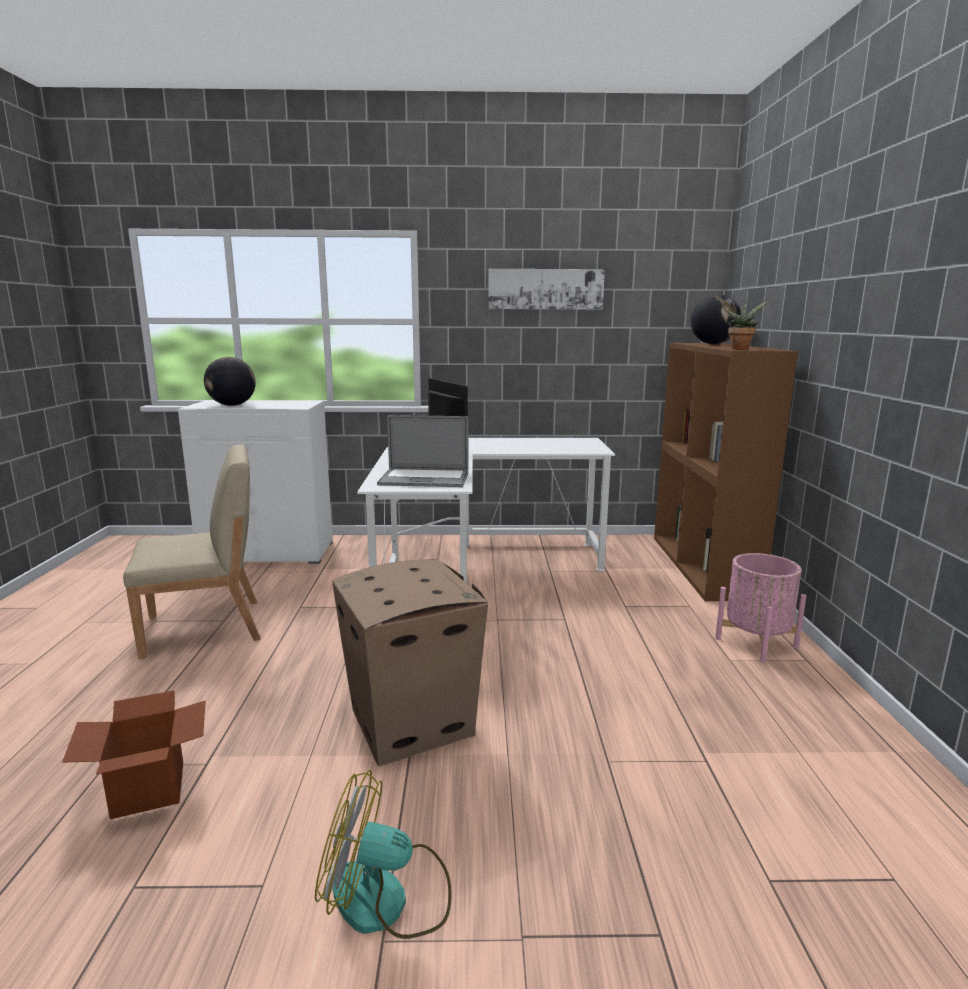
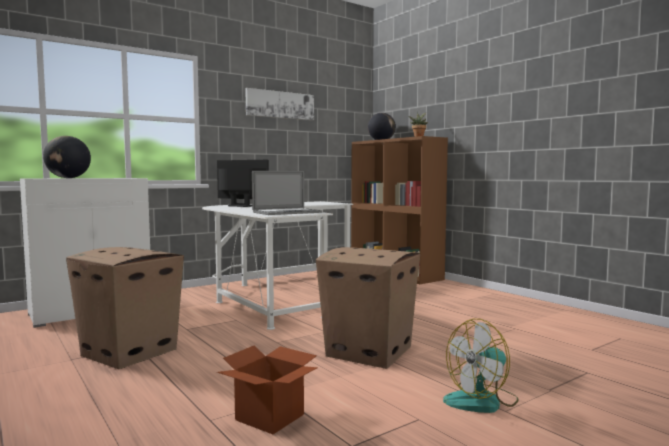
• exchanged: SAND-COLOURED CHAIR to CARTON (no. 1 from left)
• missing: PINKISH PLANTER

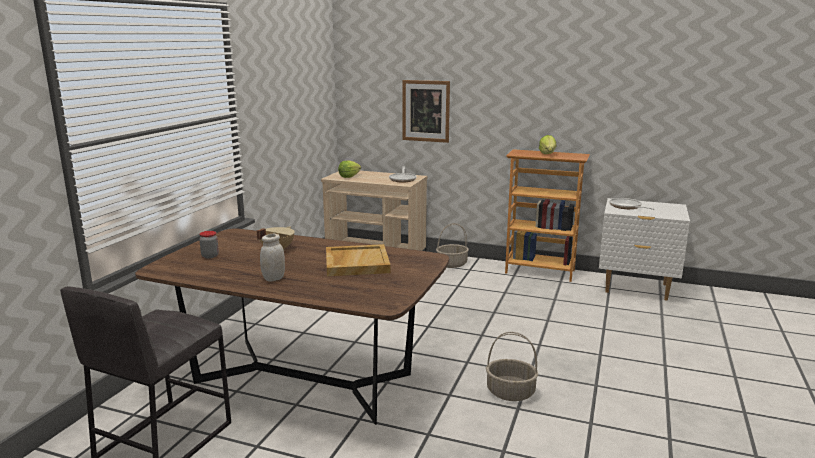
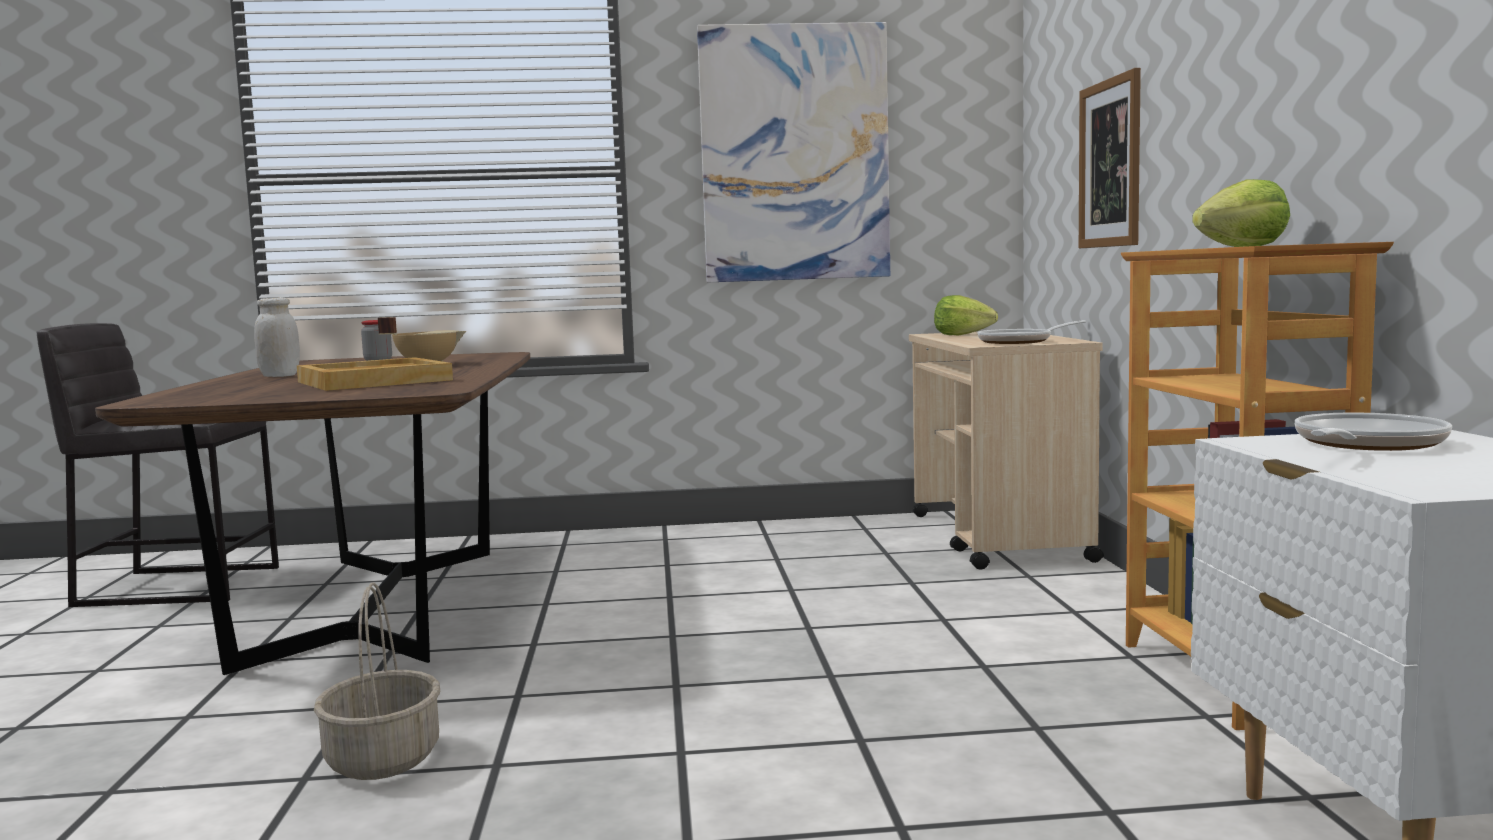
• appeared: WALL ART (no. 1 from left)
• missing: BASKET (no. 1 from left)

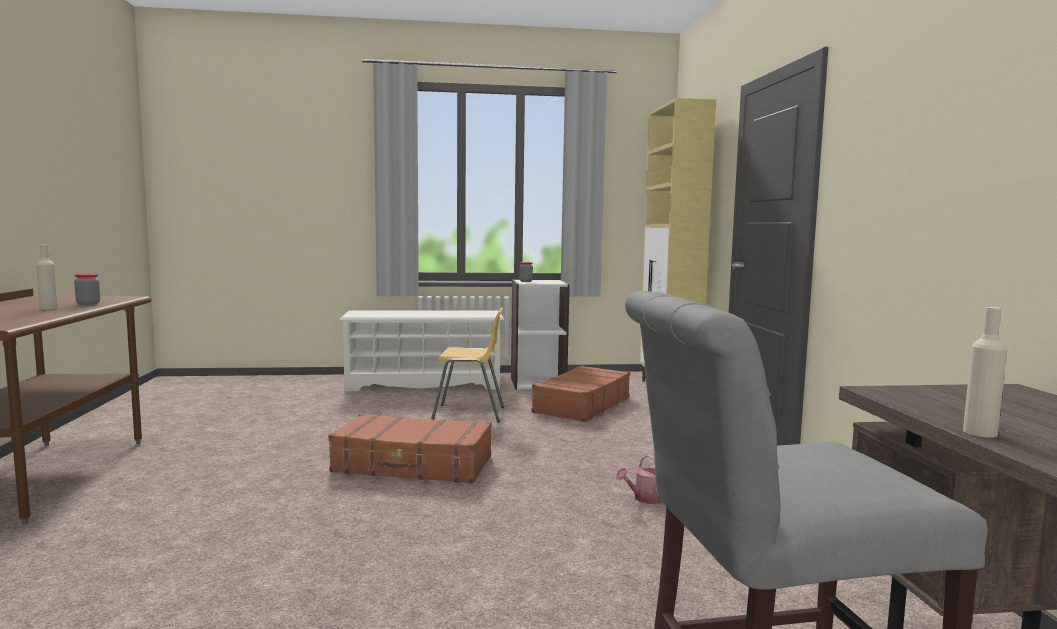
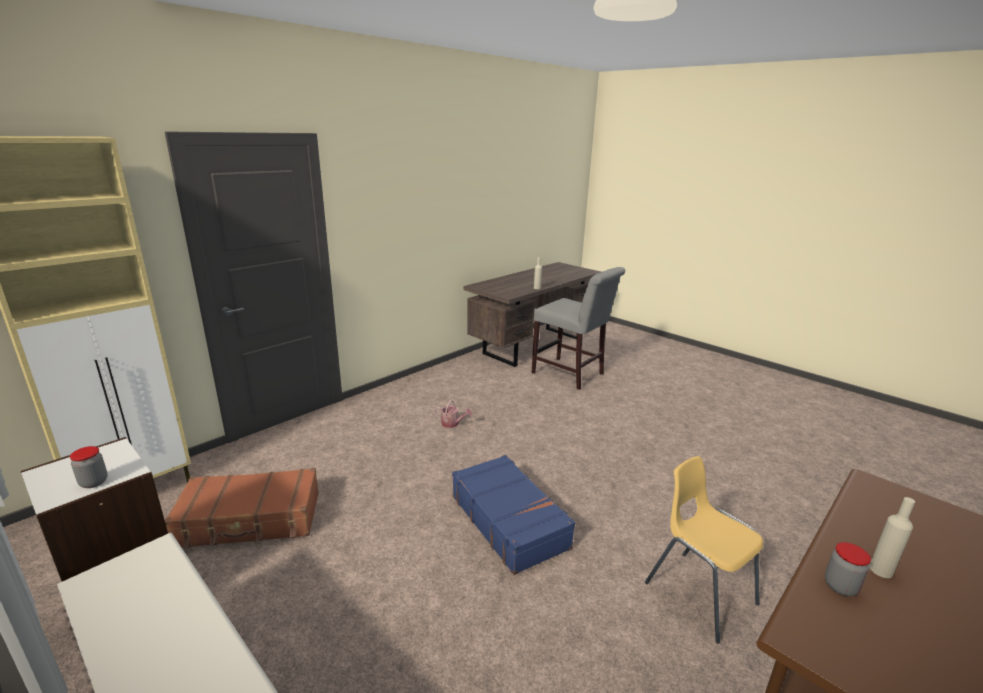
• colour: BROWN SUITCASE (no. 1 from left) to BLUE-COLOURED SUITCASE
• relocated: YELLOW-COLOURED CHAIR

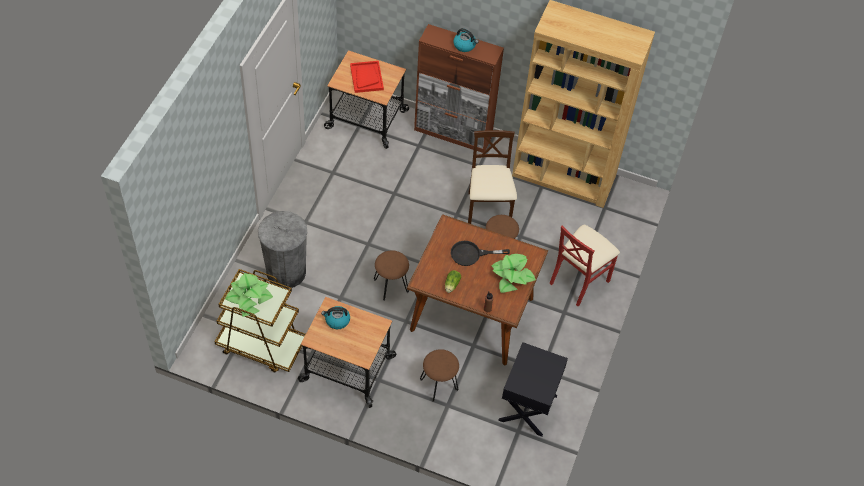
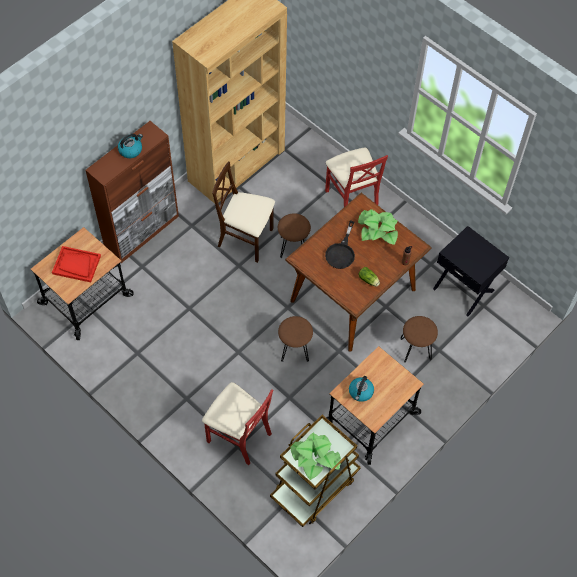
• exchanged: GRAY WASTE BIN to REDDISH CHAIR (no. 1 from left)

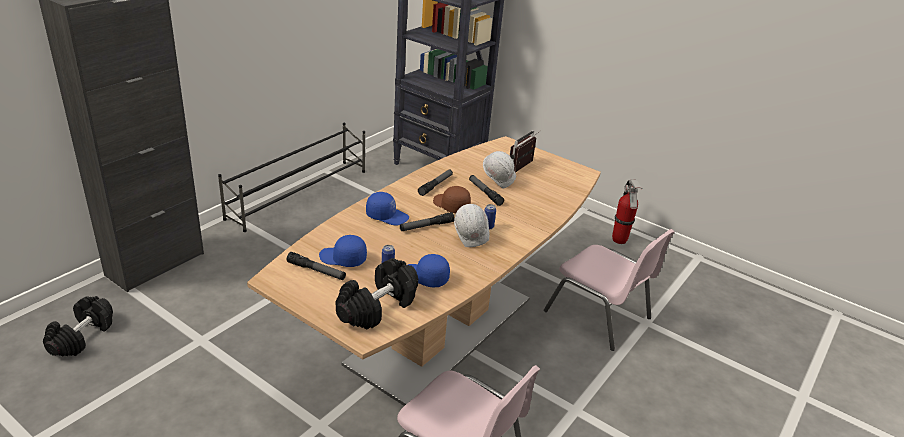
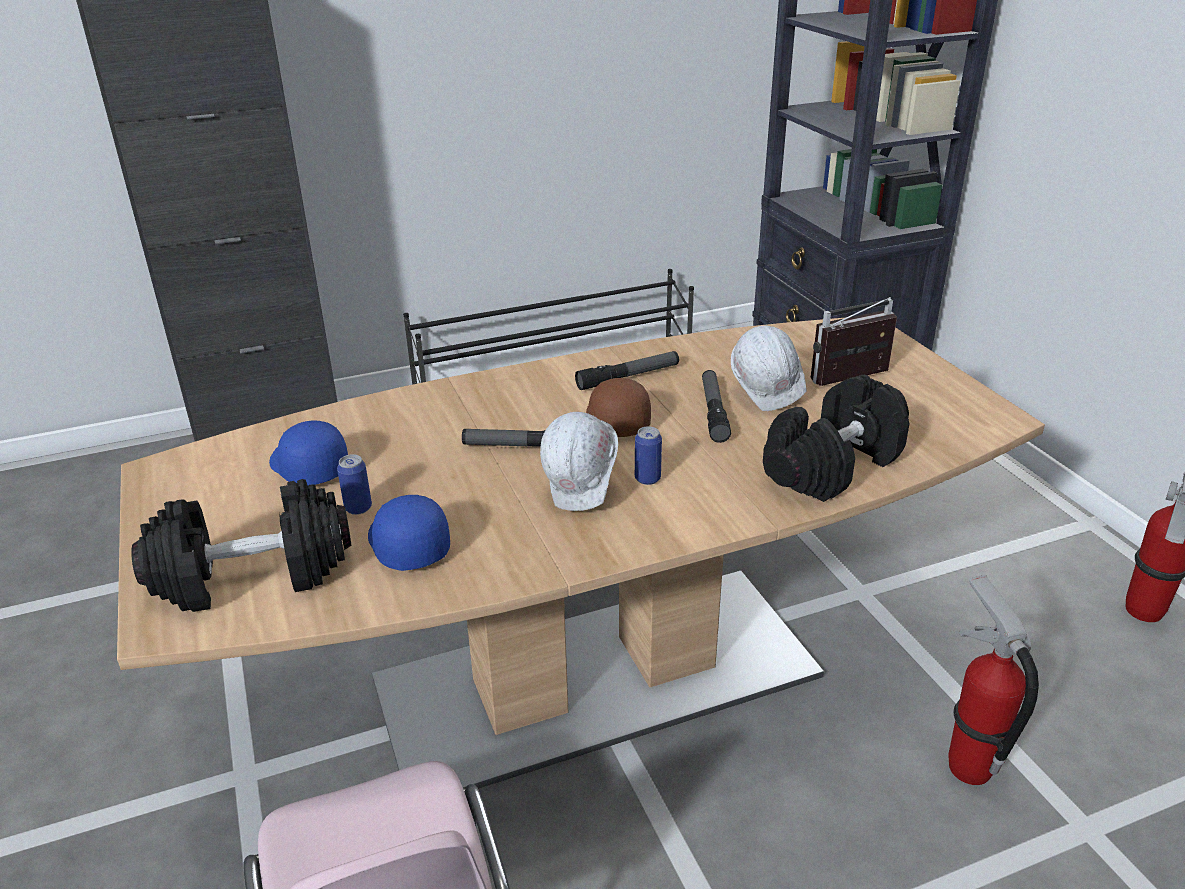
• relocated: BLACKISH FREE WEIGHT (no. 1 from left in the first image) to BLACKISH FREE WEIGHT (no. 2 from left)
• exchanged: PINKISH CHAIR (no. 2 from left) to EXTINGUISHER (no. 1 from left)
• missing: HAND TORCH (no. 1 from left)
• missing: BLUE-COLOURED PEAKED CAP (no. 2 from left)

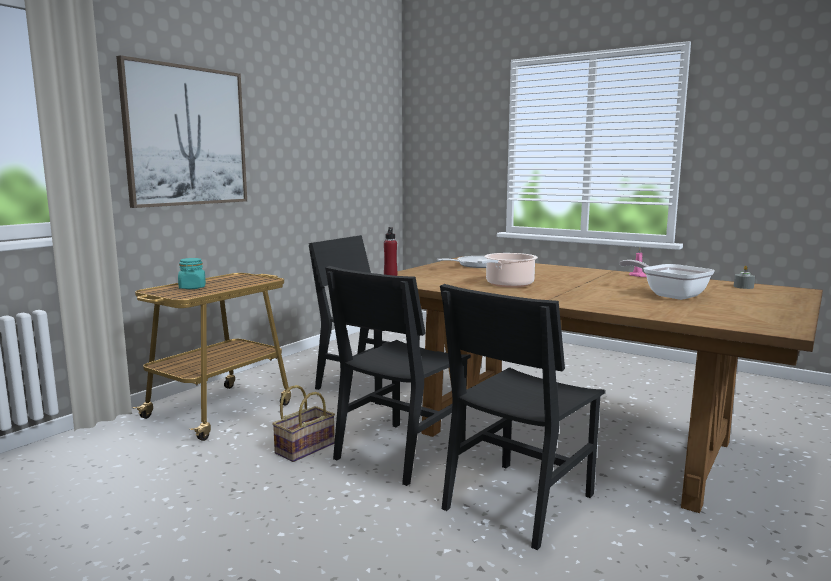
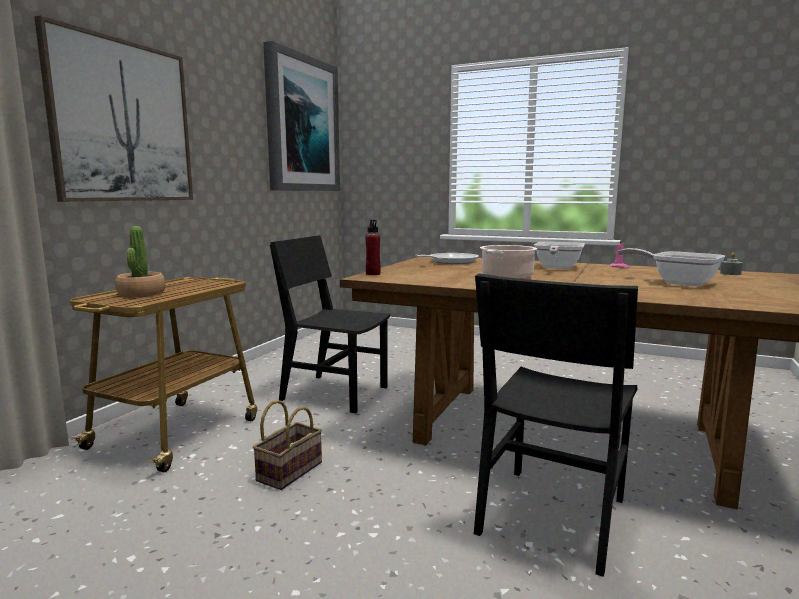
• exchanged: TURQUOISE-COLOURED STORAGE JAR to HOUSEPLANT
• appeared: WALL ART (no. 2 from left)
• appeared: FRYING PAN (no. 2 from left)
• missing: BLACKISH CHAIR (no. 2 from left)

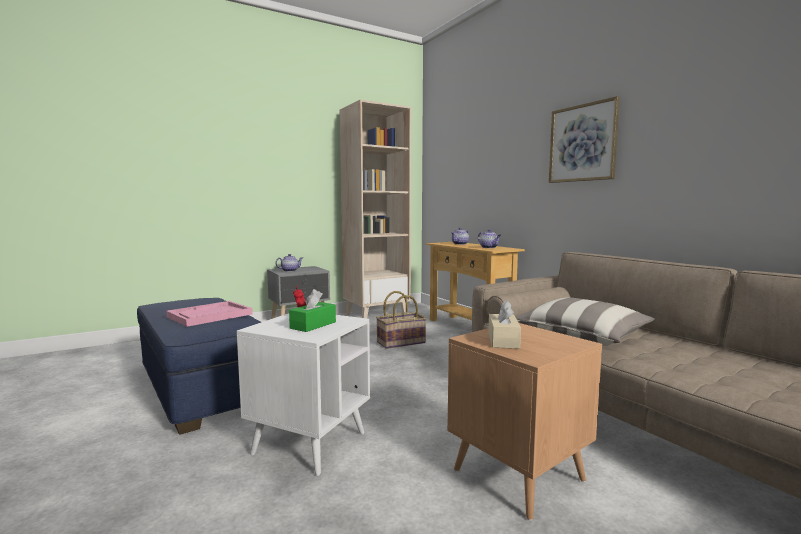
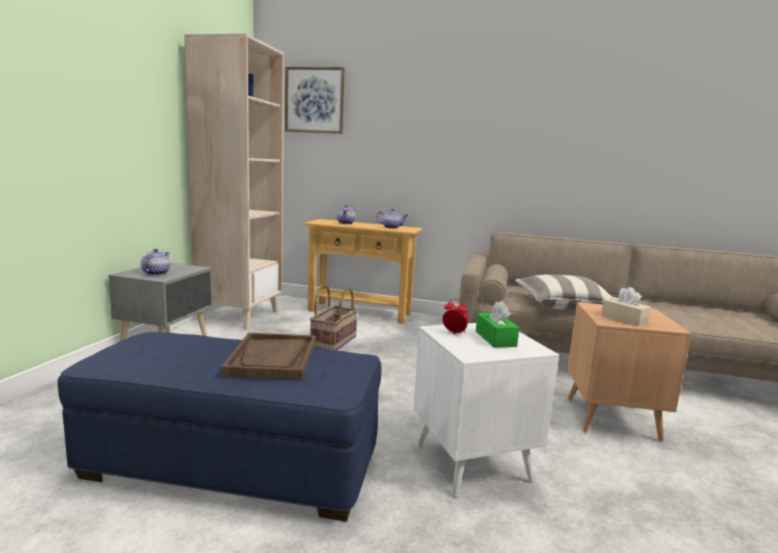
• colour: PINKISH CARRYING TRAY to BROWN CARRYING TRAY
• relocated: WALL ART

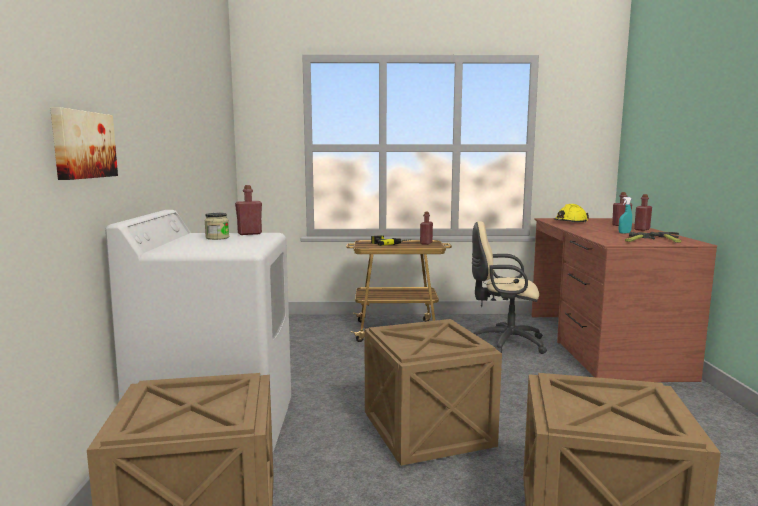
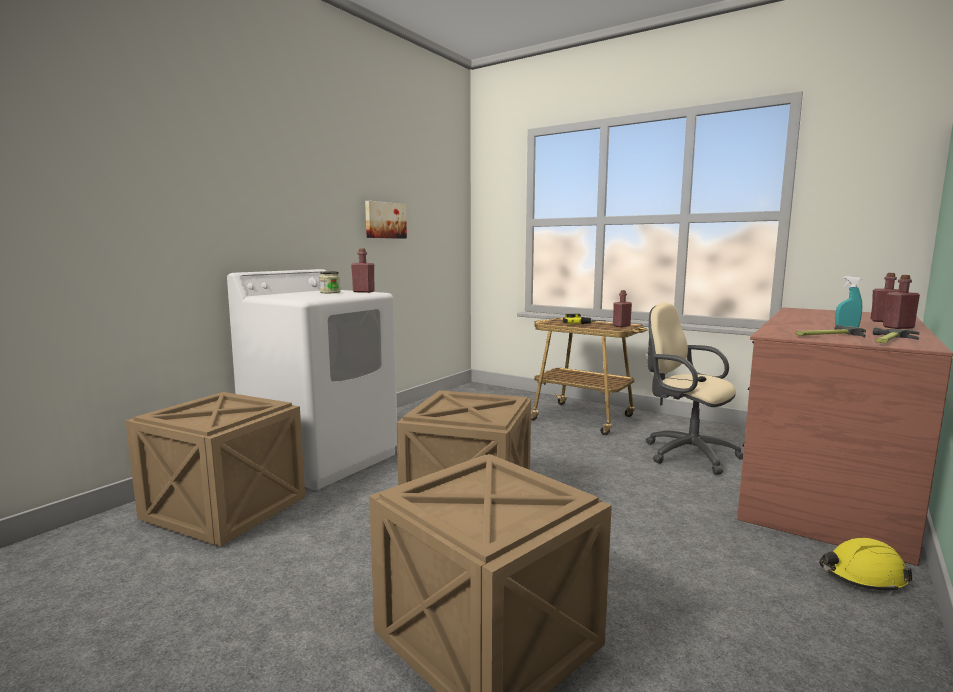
• relocated: WALL ART
• relocated: YELLOW-COLOURED WORK HELMET

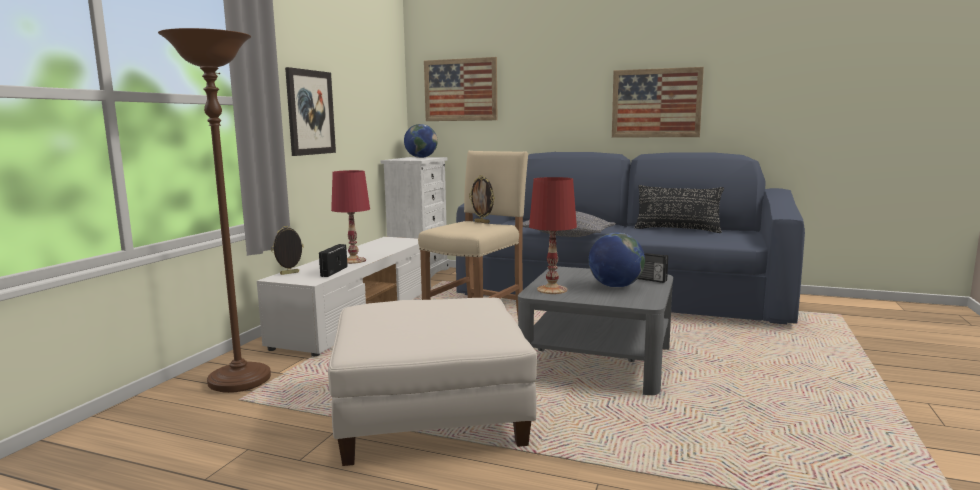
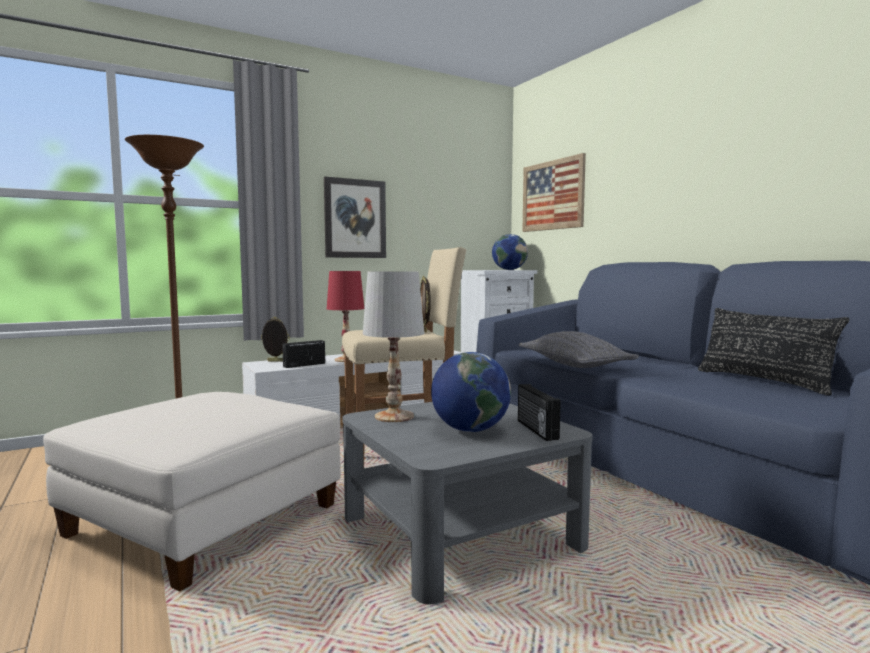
• colour: REDDISH TABLETOP LAMP (no. 2 from left) to WHITE-COLOURED TABLETOP LAMP
• missing: WALL ART (no. 3 from left)

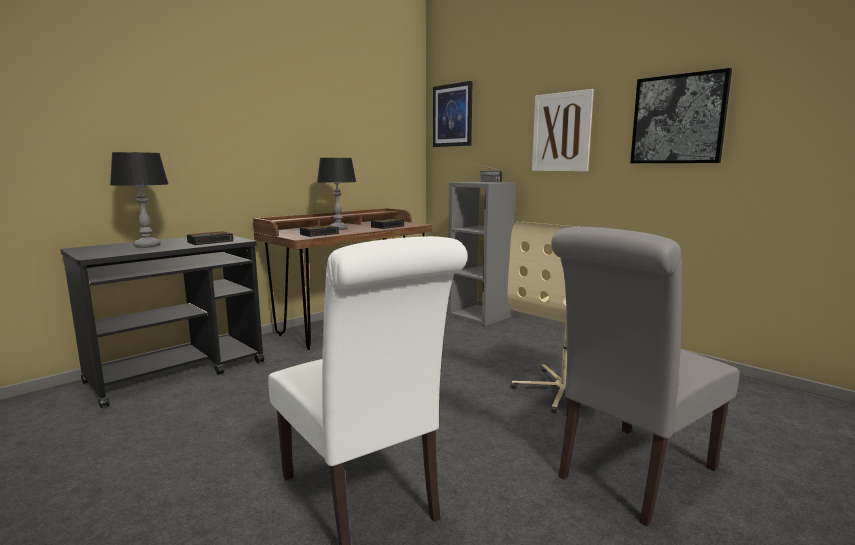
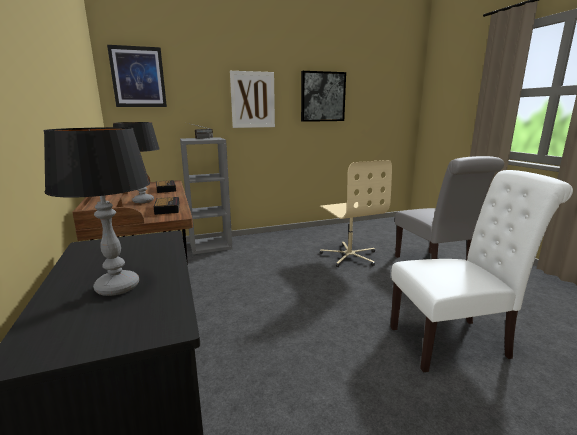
• missing: TABLE CLOCK (no. 1 from left)

